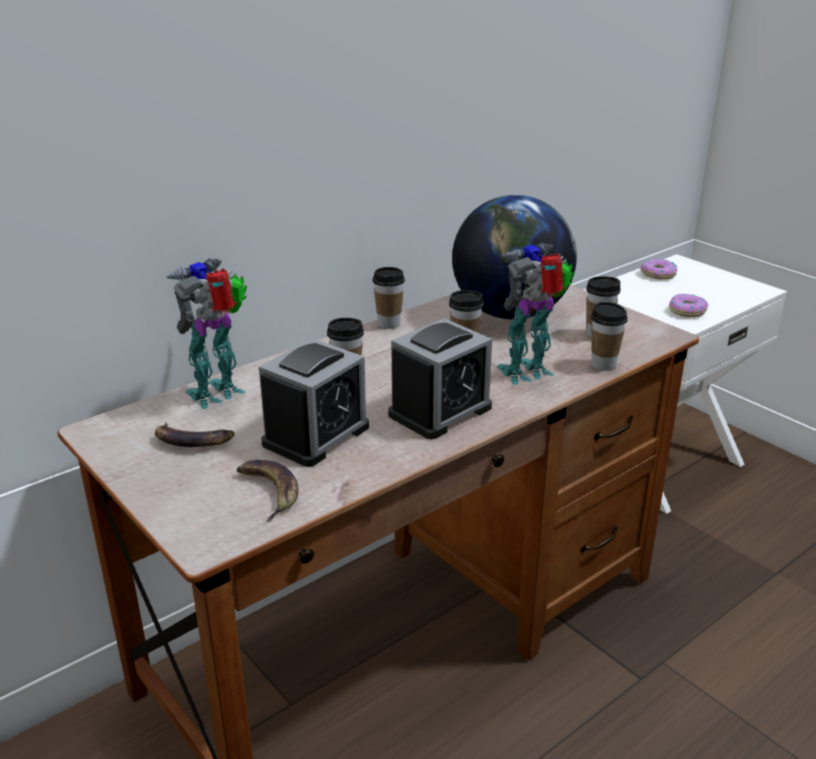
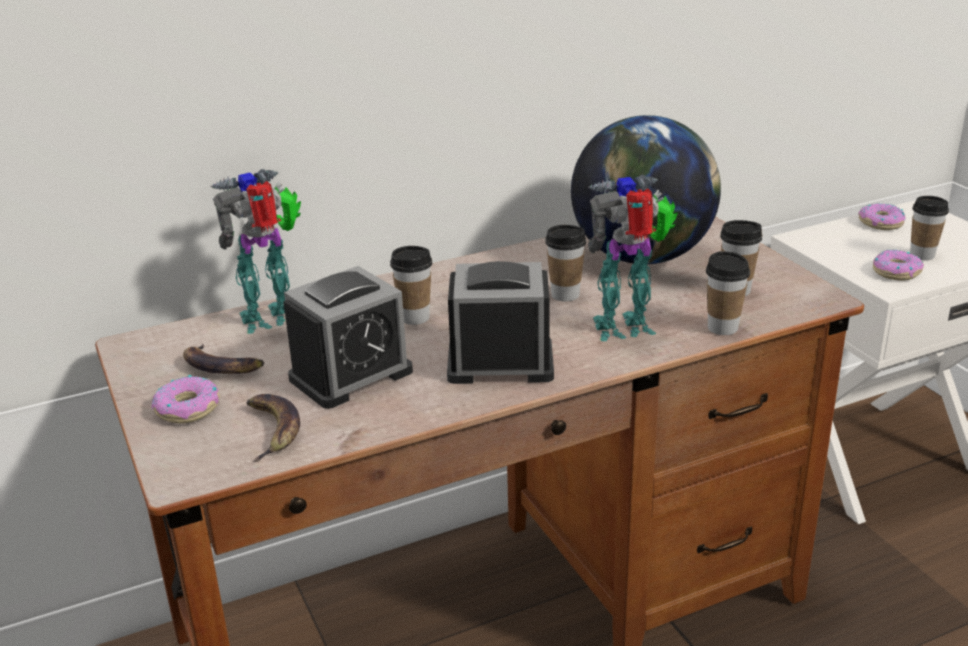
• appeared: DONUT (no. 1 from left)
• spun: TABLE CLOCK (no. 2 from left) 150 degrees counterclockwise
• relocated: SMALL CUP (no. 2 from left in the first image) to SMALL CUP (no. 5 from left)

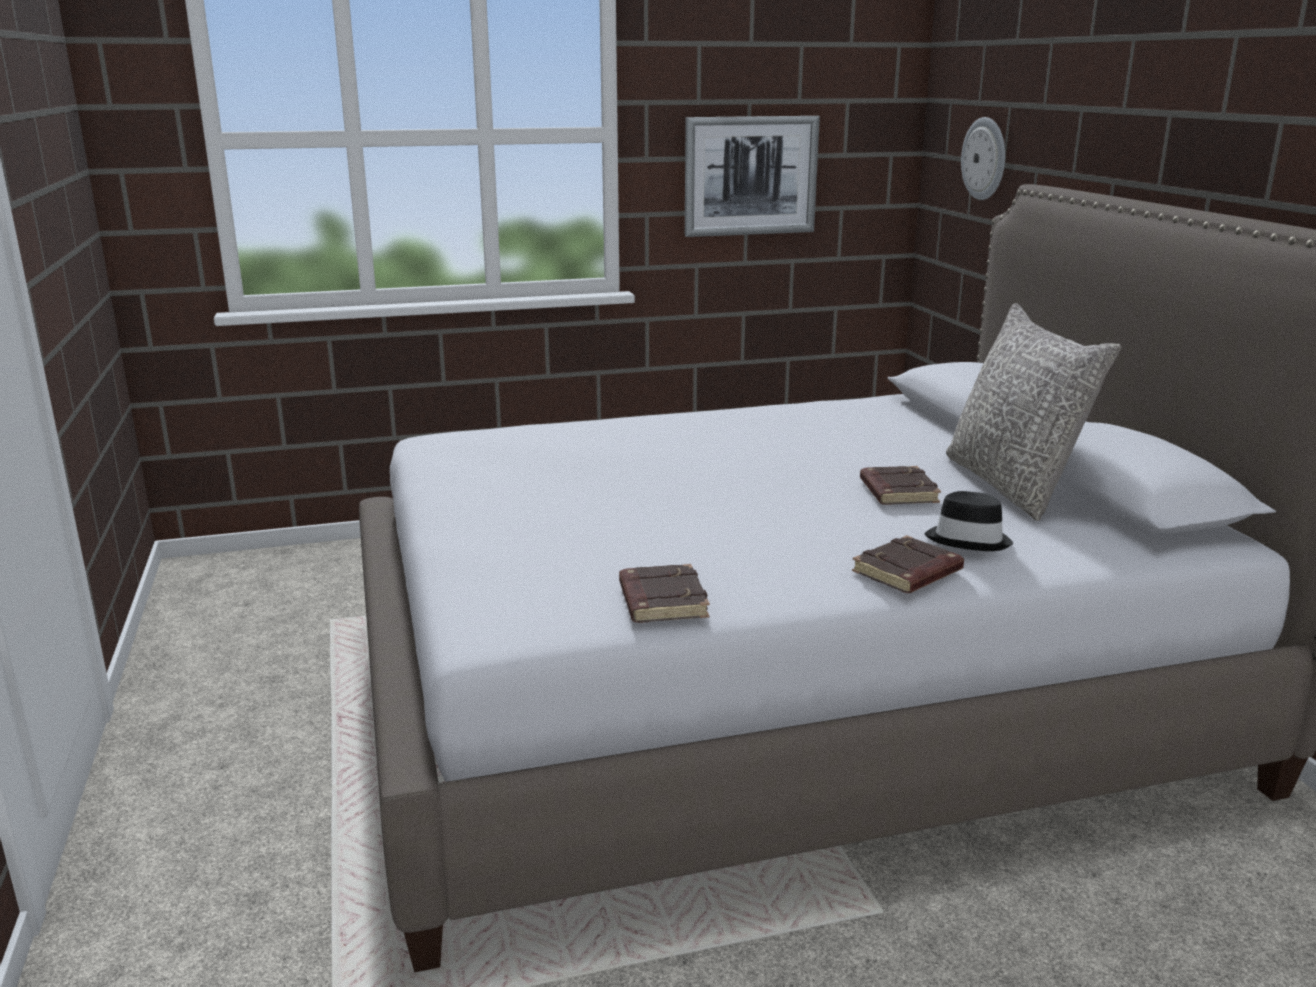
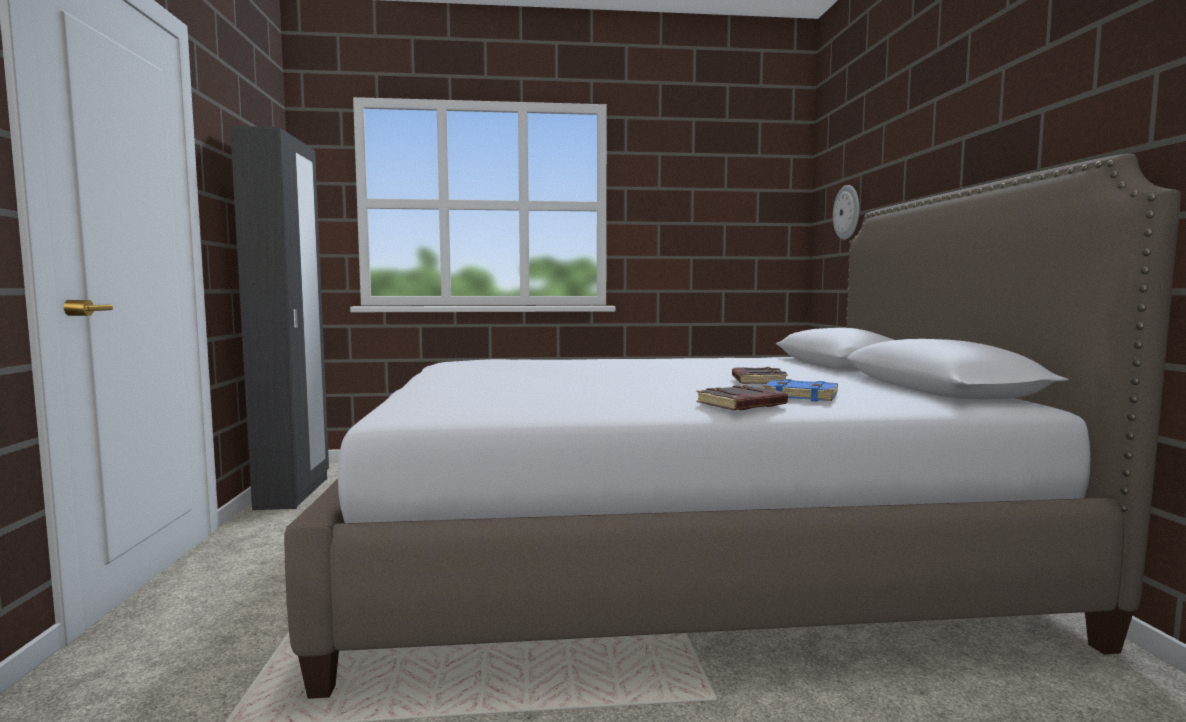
• appeared: BLACKISH WARDROBE
• exchanged: BLACKISH WEARABLE HAT to BLUE-COLOURED VOLUME
• missing: BROWN VOLUME (no. 1 from left)
• missing: WALL ART
• missing: GRAY CUSHION

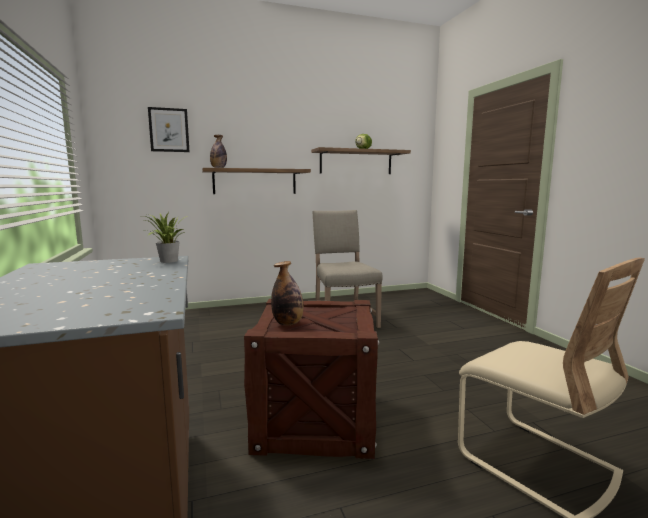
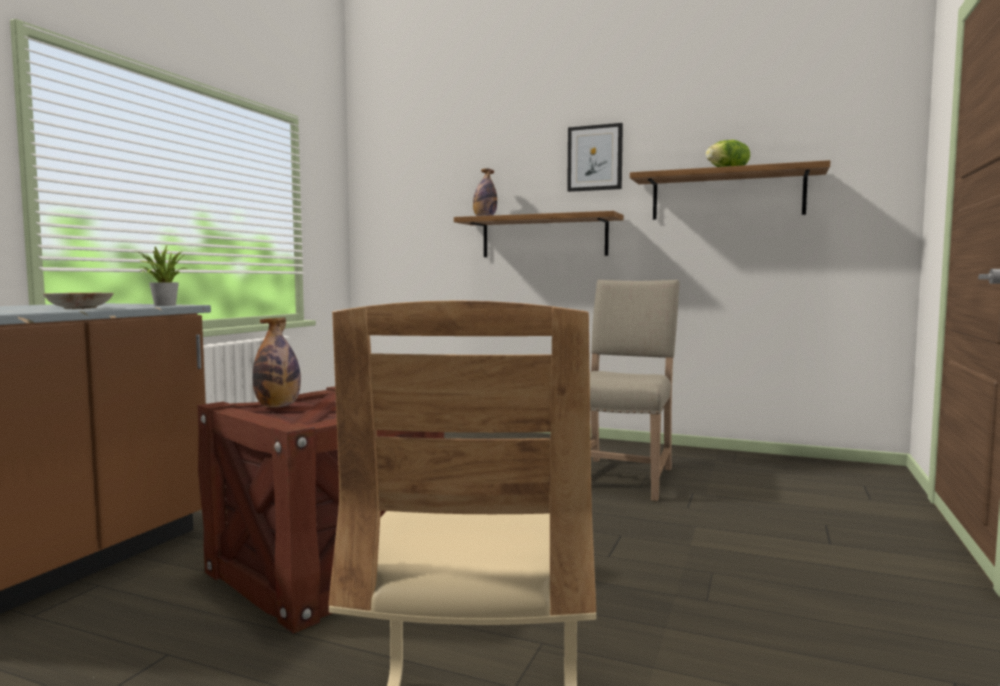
• appeared: FLAT DISH
• relocated: WALL ART

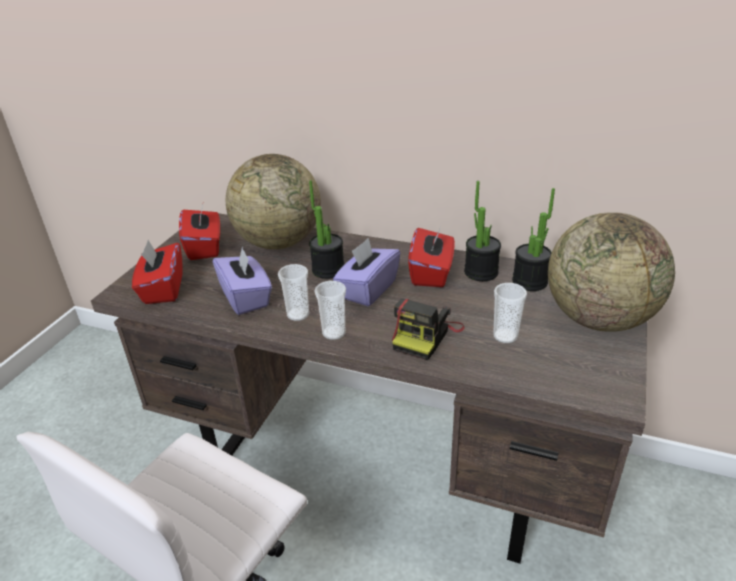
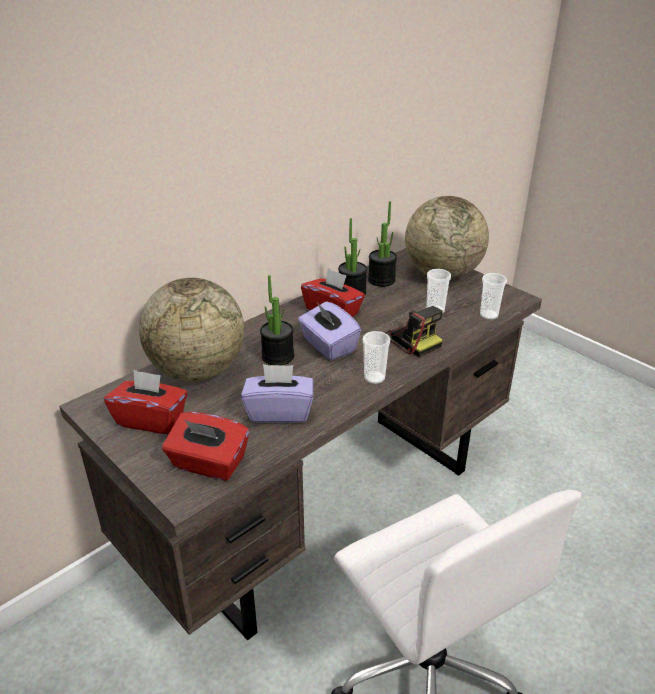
• relocated: SMALL CUP (no. 1 from left in the first image) to SMALL CUP (no. 3 from left)

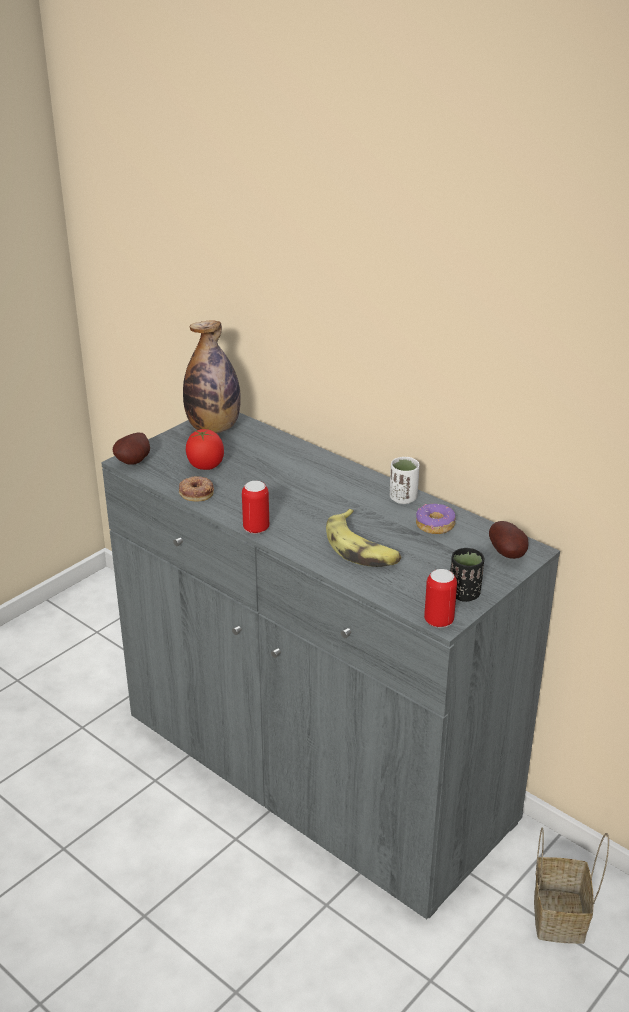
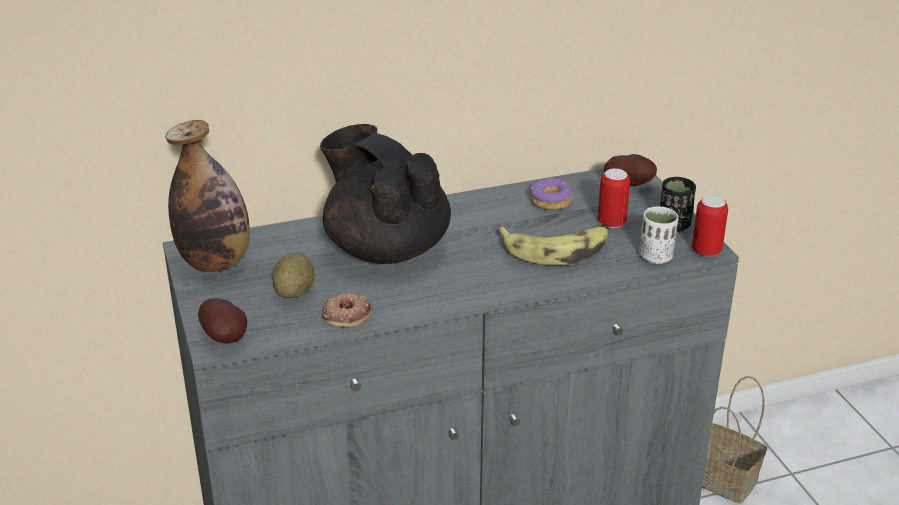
• exchanged: FRESH TOMATO to POTATO (no. 2 from left)
• appeared: BLACKISH TEA POT
• relocated: METAL CAN (no. 1 from left)
• relocated: WHITE-COLOURED SMALL CUP

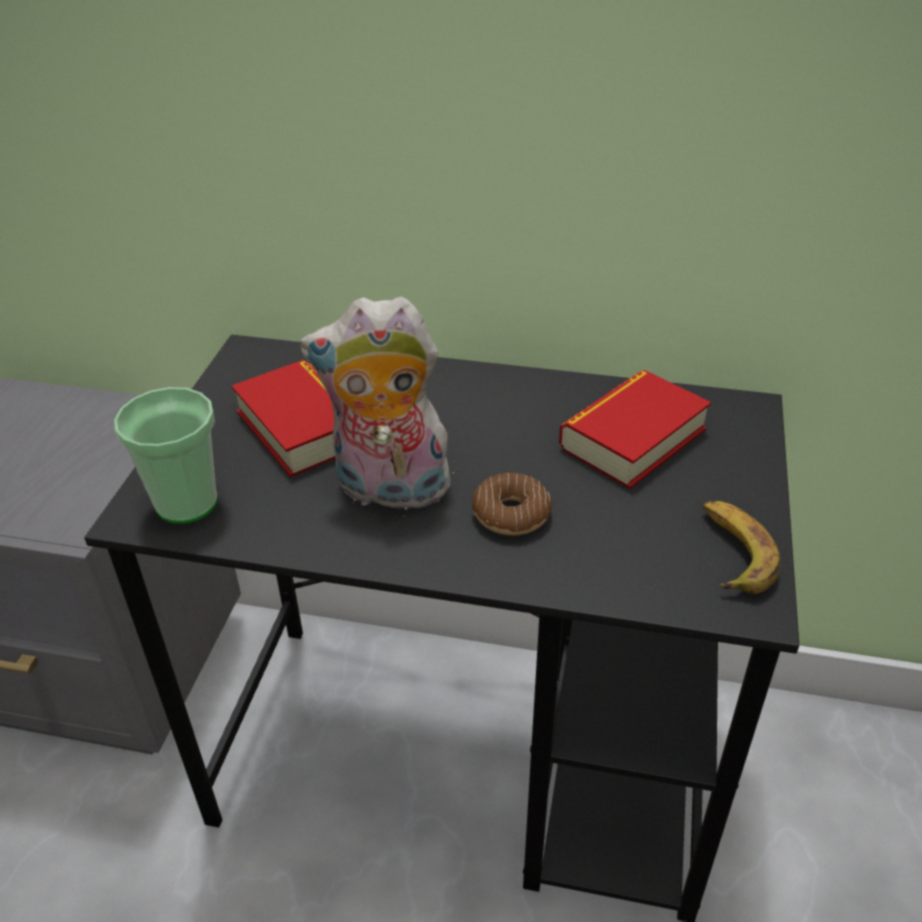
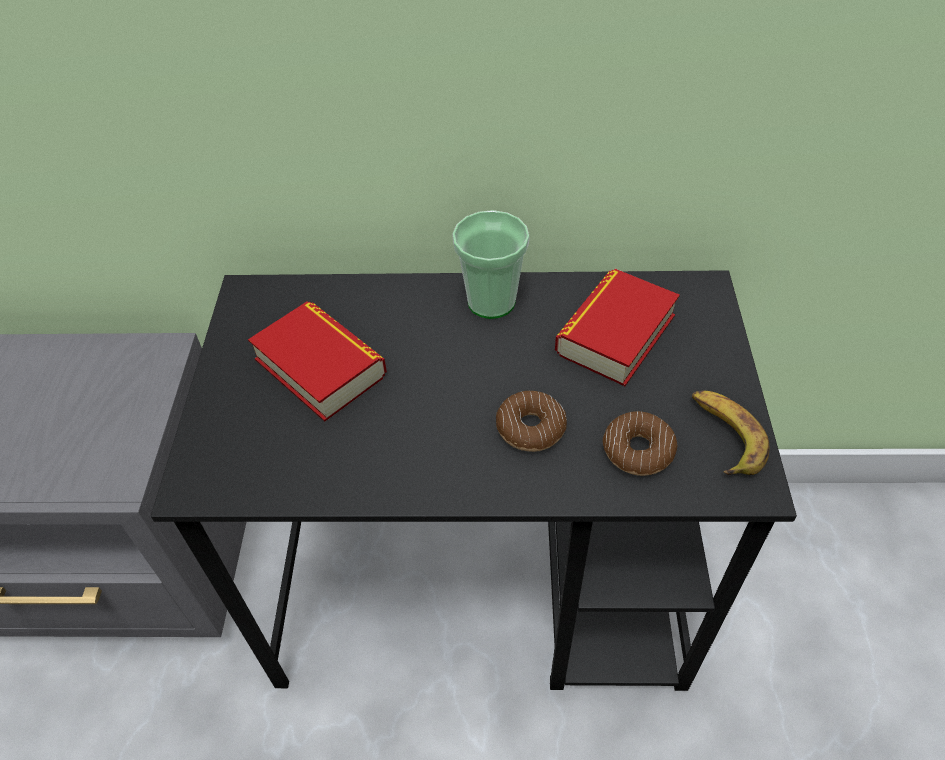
• relocated: SMALL CUP
• appeared: DONUT (no. 2 from left)
• missing: PLUSH TOY

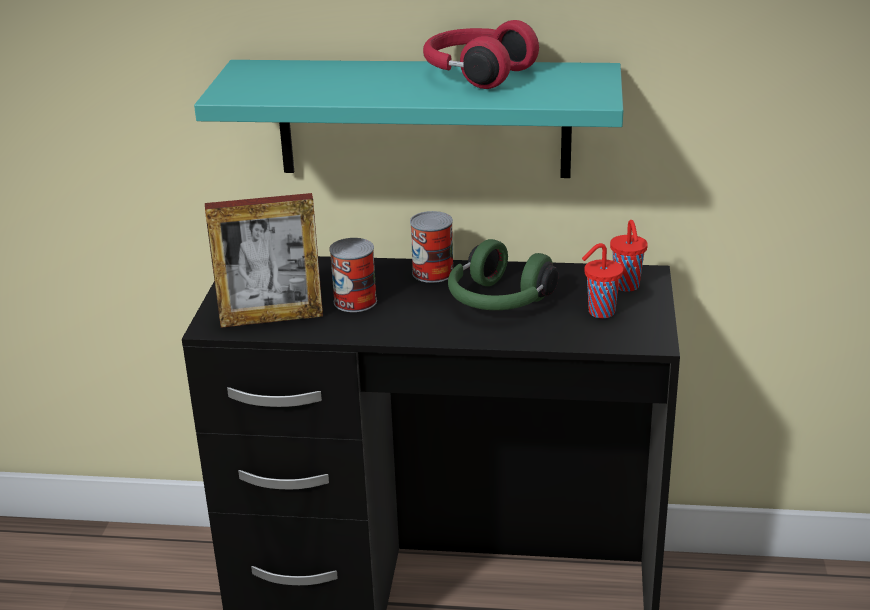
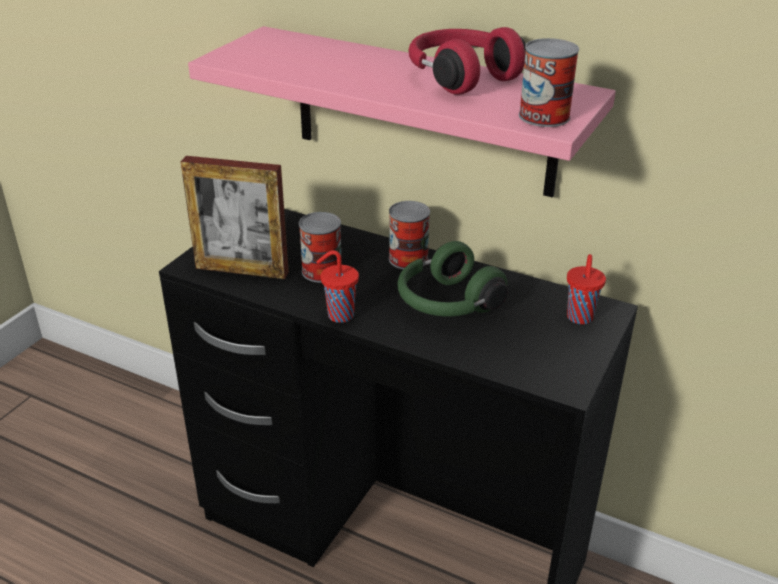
• colour: TURQUOISE-COLOURED WALL SHELF to PINKISH WALL SHELF
• relocated: REDDISH SMALL CUP (no. 1 from left)
• appeared: METAL CAN (no. 3 from left)

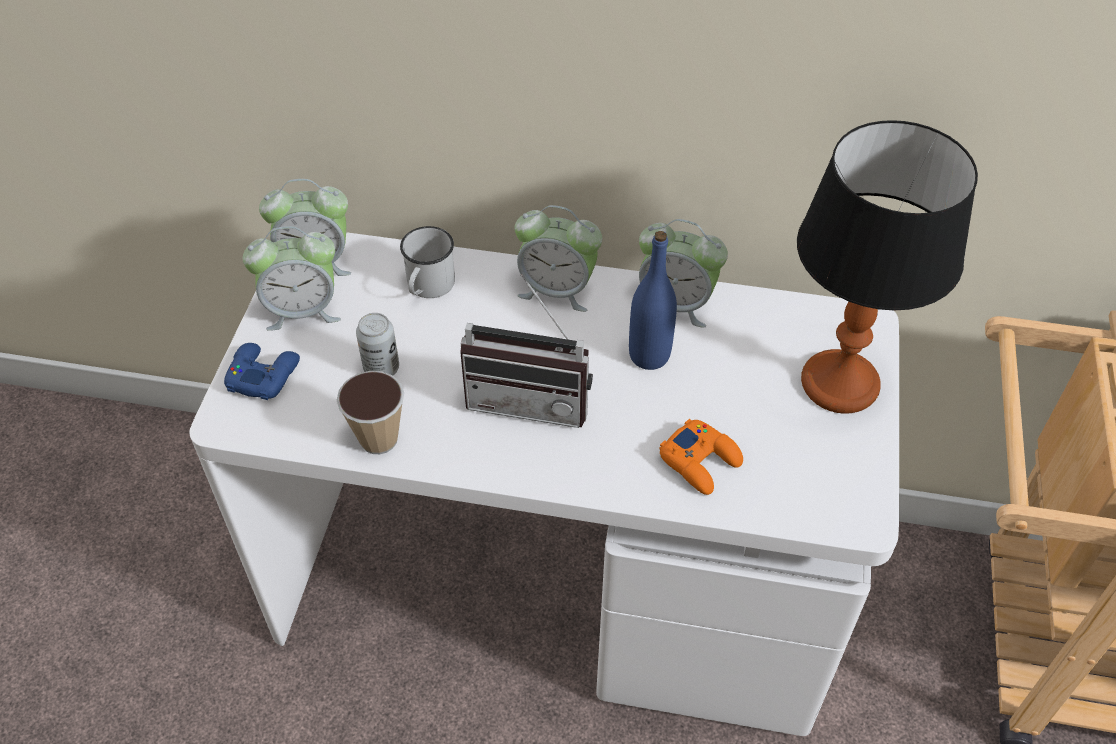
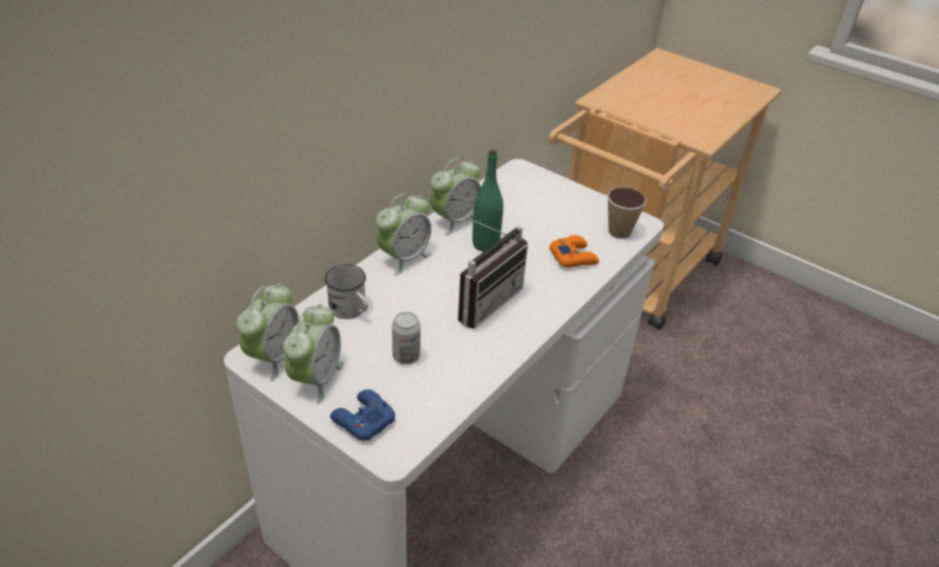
• colour: BLUE-COLOURED DRINK BOTTLE to GREENISH DRINK BOTTLE
• relocated: SMALL CUP
• missing: TABLETOP LAMP

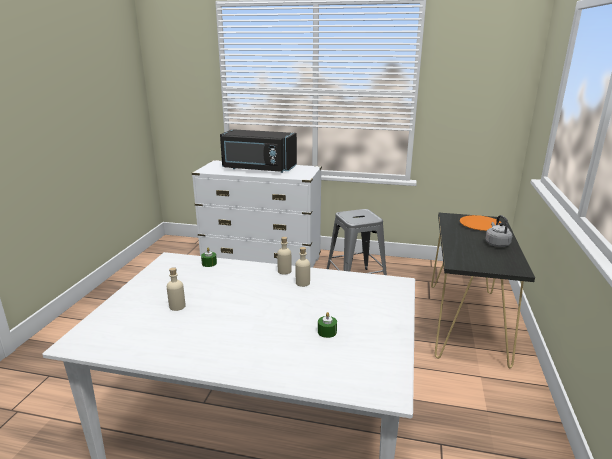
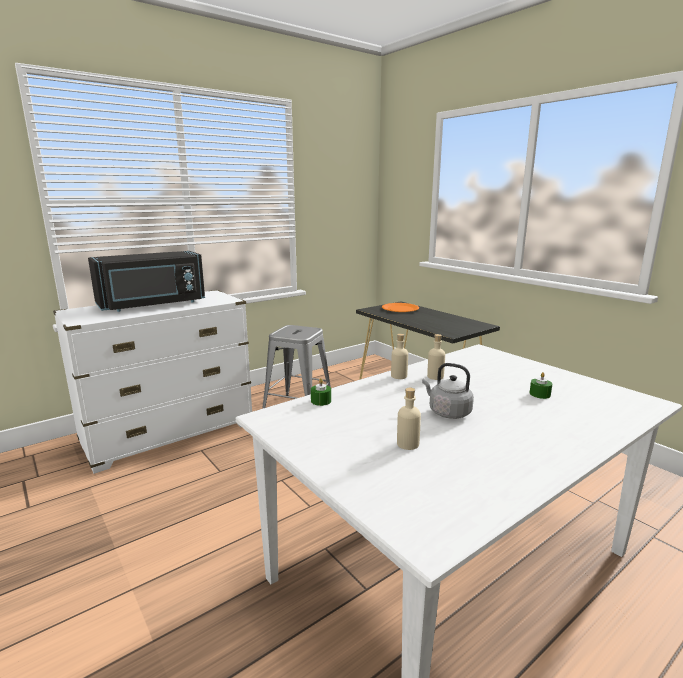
• relocated: GRAY KETTLE

